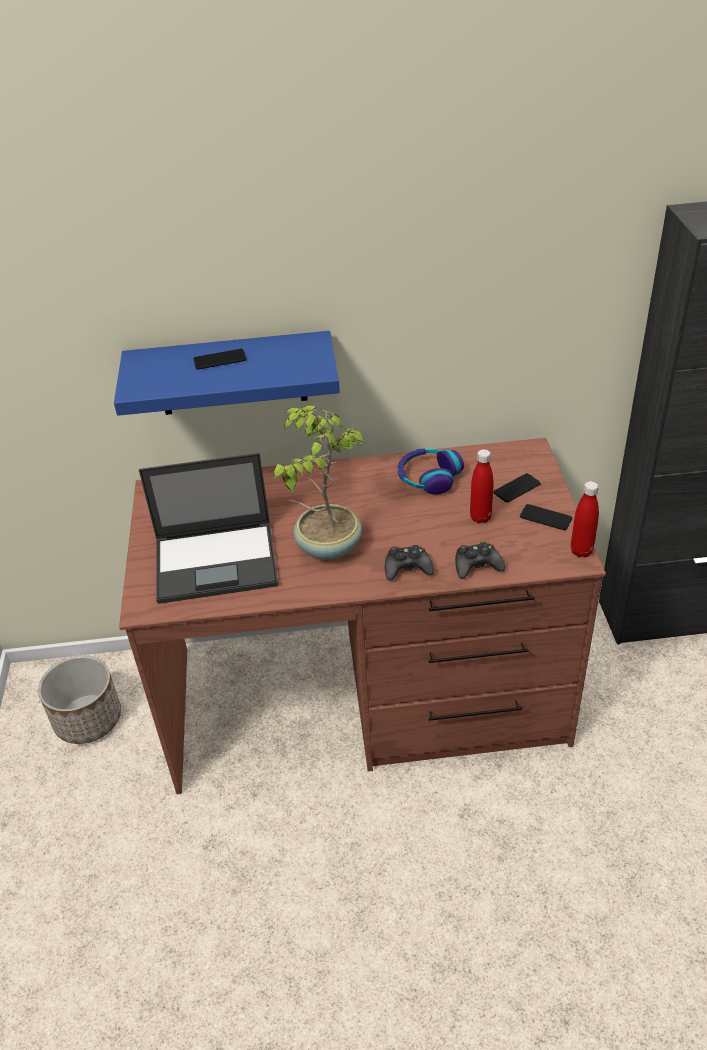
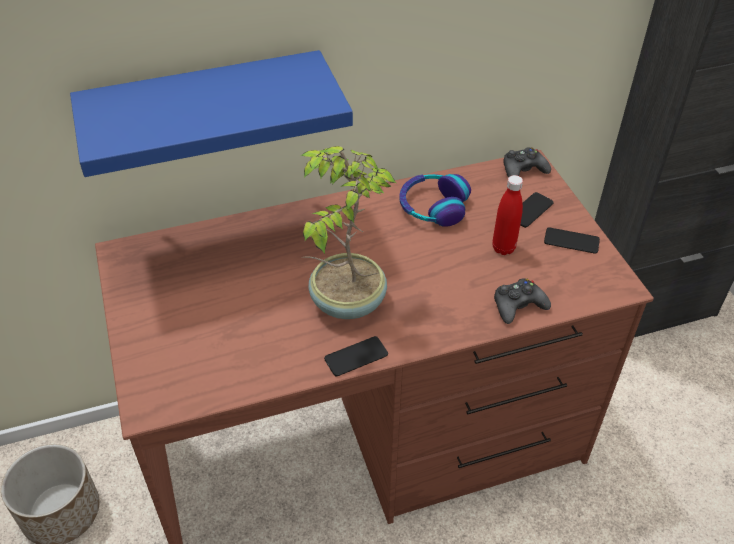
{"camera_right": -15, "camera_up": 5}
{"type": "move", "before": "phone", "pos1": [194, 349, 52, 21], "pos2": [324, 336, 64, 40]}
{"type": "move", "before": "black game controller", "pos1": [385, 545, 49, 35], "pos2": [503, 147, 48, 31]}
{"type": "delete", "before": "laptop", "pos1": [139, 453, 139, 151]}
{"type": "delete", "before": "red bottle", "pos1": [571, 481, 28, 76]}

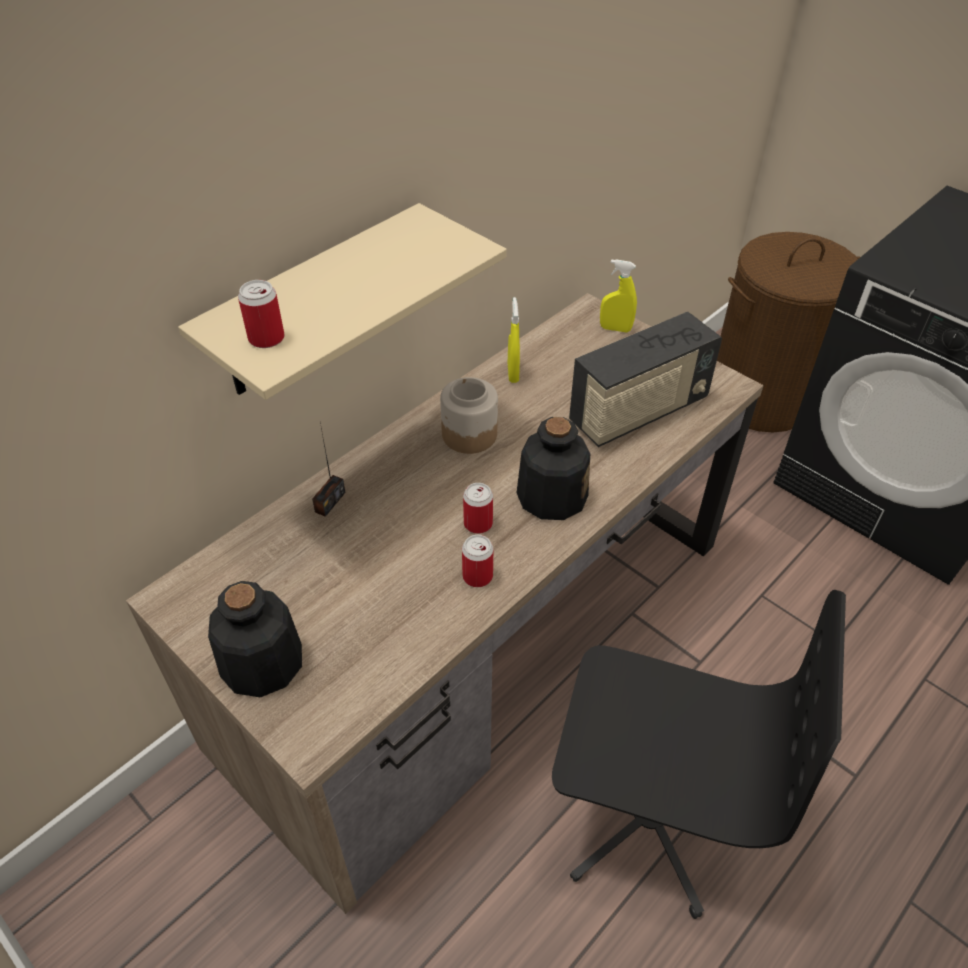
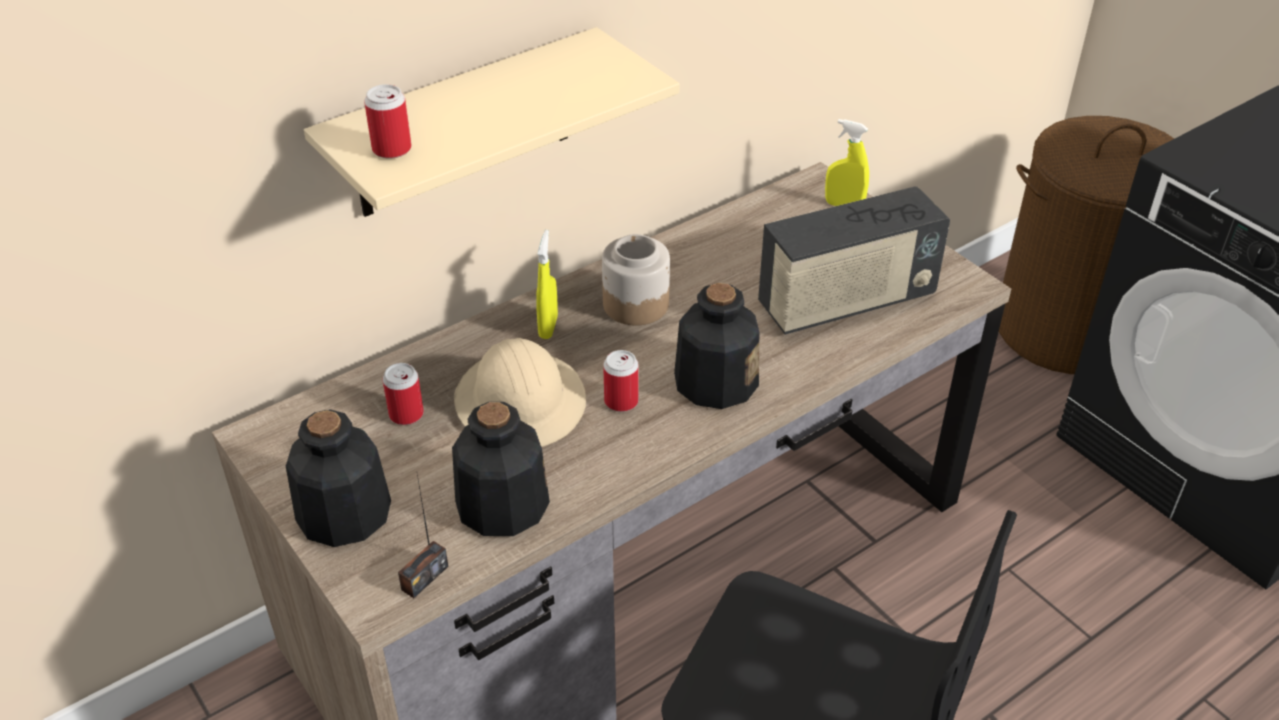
{"camera_right": 10, "camera_up": -5}
{"type": "move", "before": "can", "pos1": [462, 535, 31, 52], "pos2": [382, 363, 42, 62]}
{"type": "move", "before": "radio", "pos1": [312, 423, 33, 94], "pos2": [398, 474, 51, 124]}
{"type": "insert", "after": "bottle", "pos2": [452, 402, 98, 134]}
{"type": "insert", "after": "beige hard hat", "pos2": [454, 338, 132, 109]}
{"type": "move", "before": "yellow spray bottle", "pos1": [508, 297, 12, 86], "pos2": [536, 230, 22, 109]}

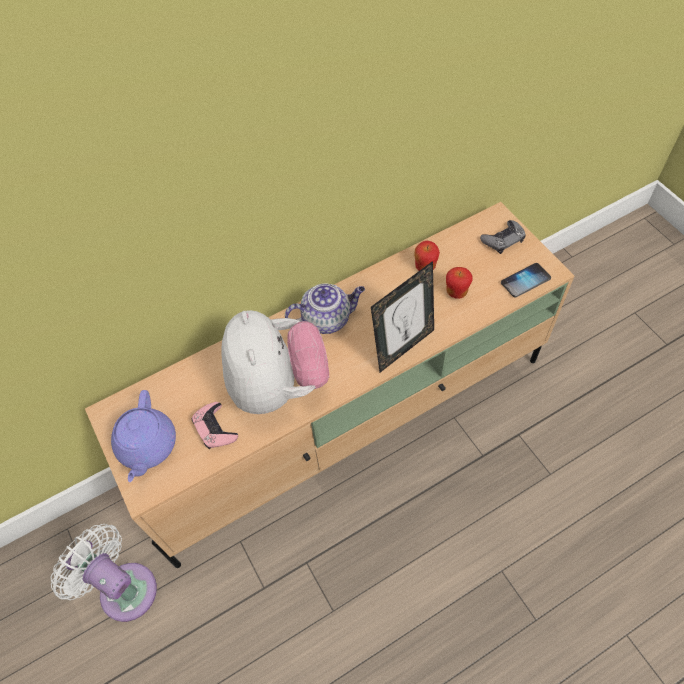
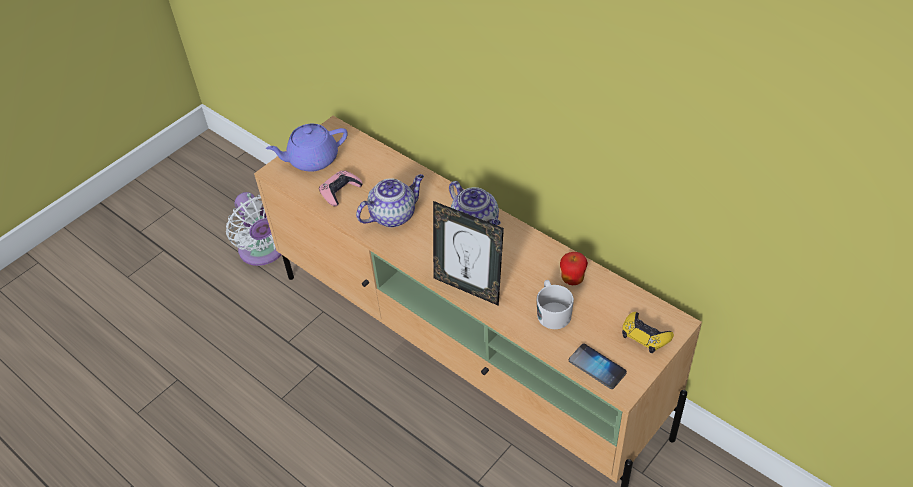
{"camera_right": 70, "camera_up": -10}
{"type": "rotate", "before": "white fan", "pos1": [51, 524, 106, 98], "pos2": [226, 192, 56, 74], "turn": 135}
{"type": "replace", "before": "plush toy", "after": "teapot", "pos1": [221, 310, 108, 104], "pos2": [356, 174, 68, 54]}
{"type": "replace", "before": "apple", "after": "white mug", "pos1": [446, 267, 27, 32], "pos2": [537, 280, 37, 49]}
{"type": "recolor", "before": "grey game controller", "after": "yellow game controller", "pos1": [480, 220, 46, 34], "pos2": [622, 312, 52, 41]}

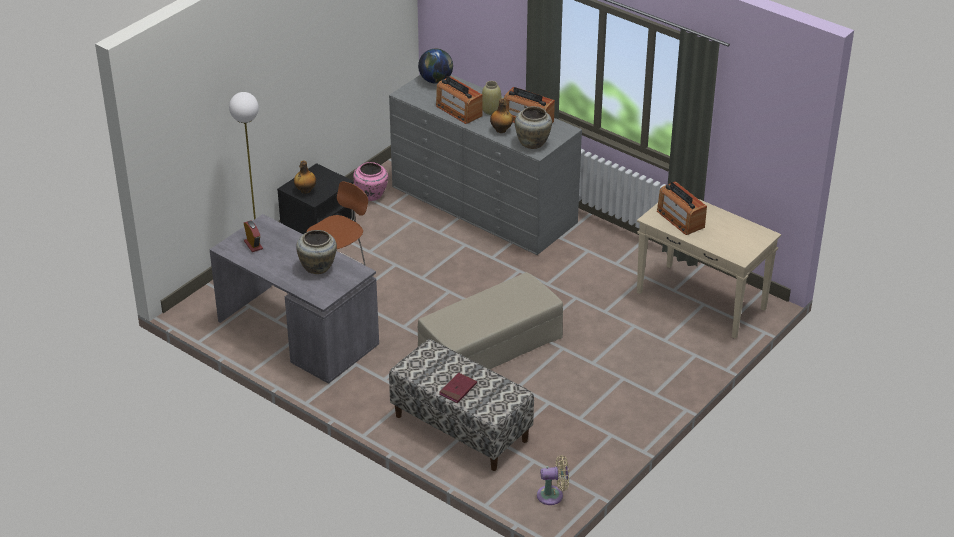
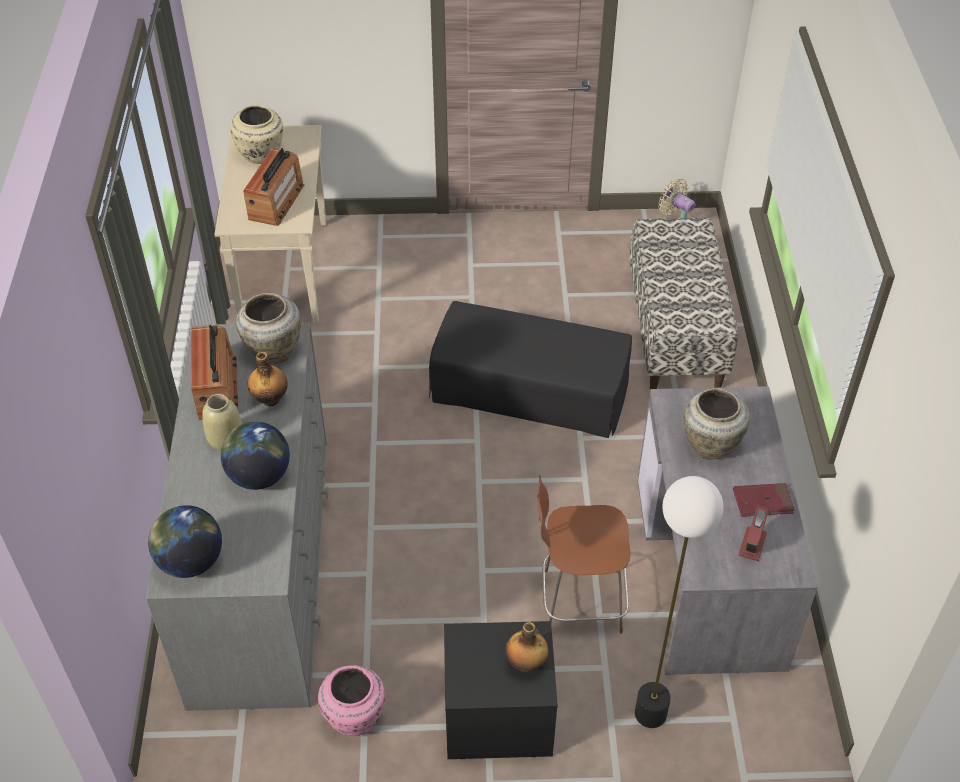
{"camera_right": -130, "camera_up": 10}
{"type": "replace", "before": "radio", "after": "globe", "pos1": [436, 76, 47, 48], "pos2": [221, 422, 69, 68]}
{"type": "insert", "after": "beige vase", "pos2": [230, 105, 53, 59]}
{"type": "recolor", "before": "beige ottoman", "after": "black ottoman", "pos1": [418, 272, 145, 97], "pos2": [429, 301, 203, 137]}
{"type": "move", "before": "red book", "pos1": [439, 372, 38, 31], "pos2": [733, 483, 62, 34]}

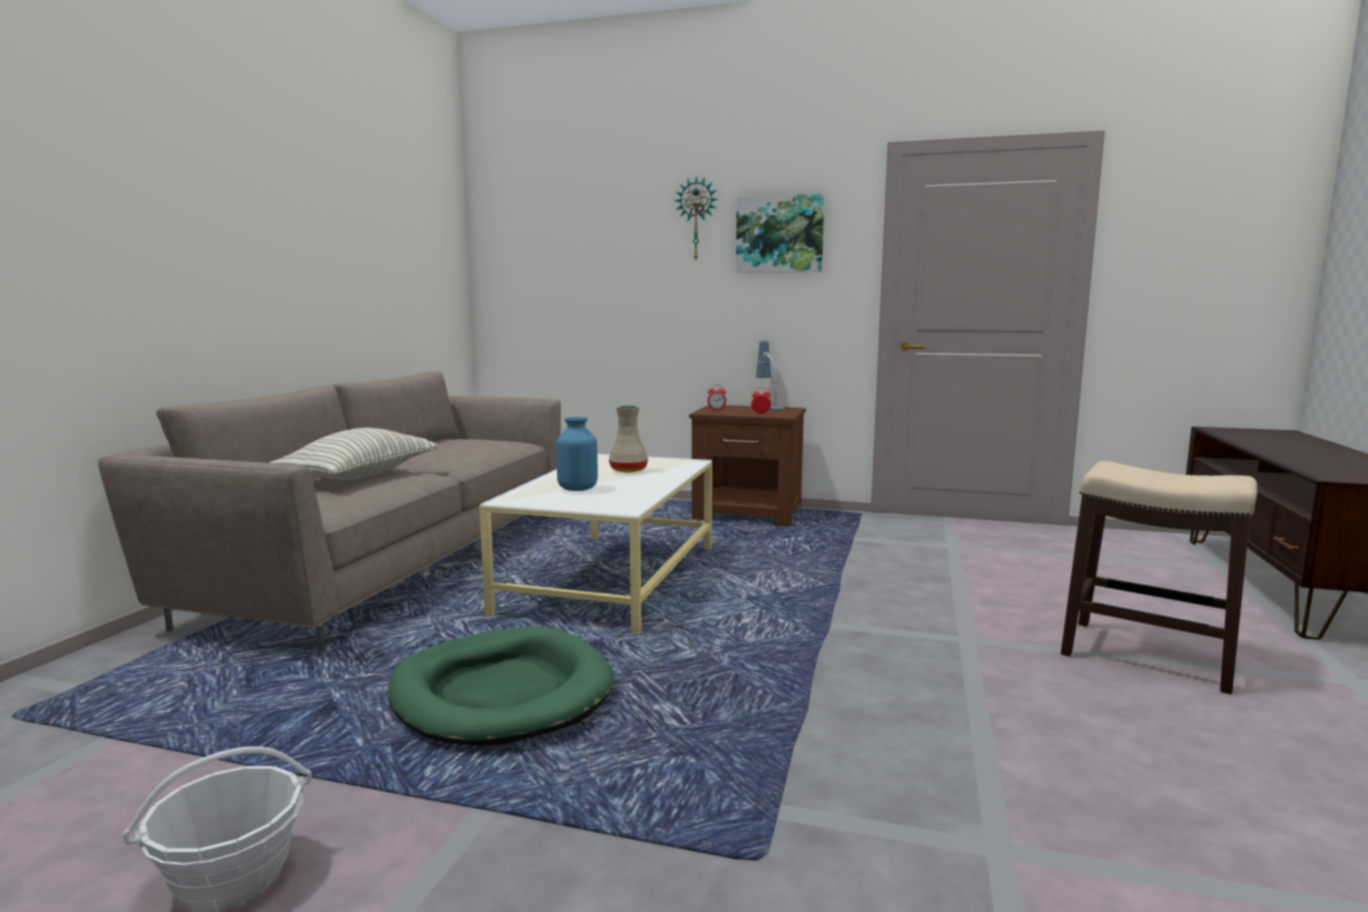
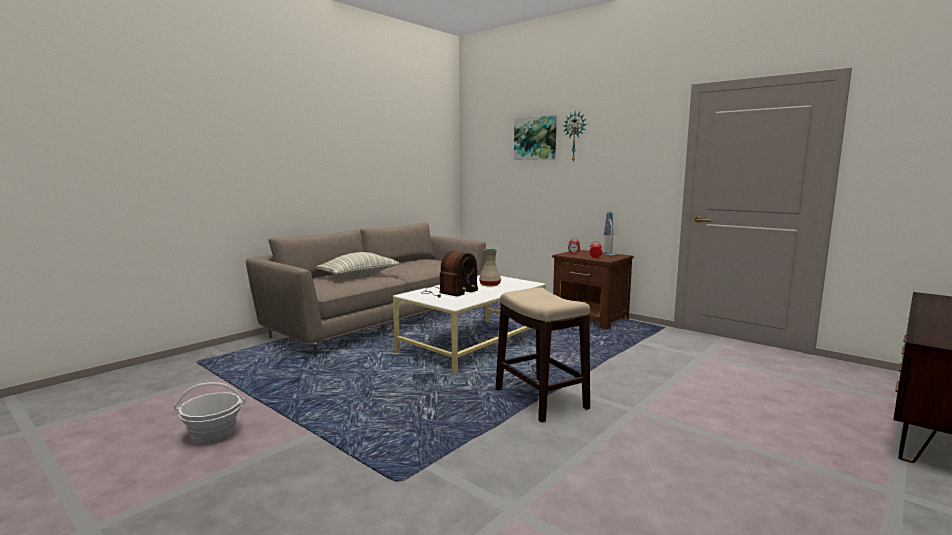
{"camera_right": 25, "camera_up": 0}
{"type": "replace", "before": "blue vase", "after": "radio", "pos1": [556, 417, 42, 74], "pos2": [421, 251, 57, 47]}
{"type": "move", "before": "stool", "pos1": [1061, 461, 196, 233], "pos2": [496, 287, 94, 136]}
{"type": "move", "before": "picture", "pos1": [736, 194, 88, 79], "pos2": [514, 115, 43, 45]}
{"type": "delete", "before": "green dog bed", "pos1": [388, 626, 226, 120]}

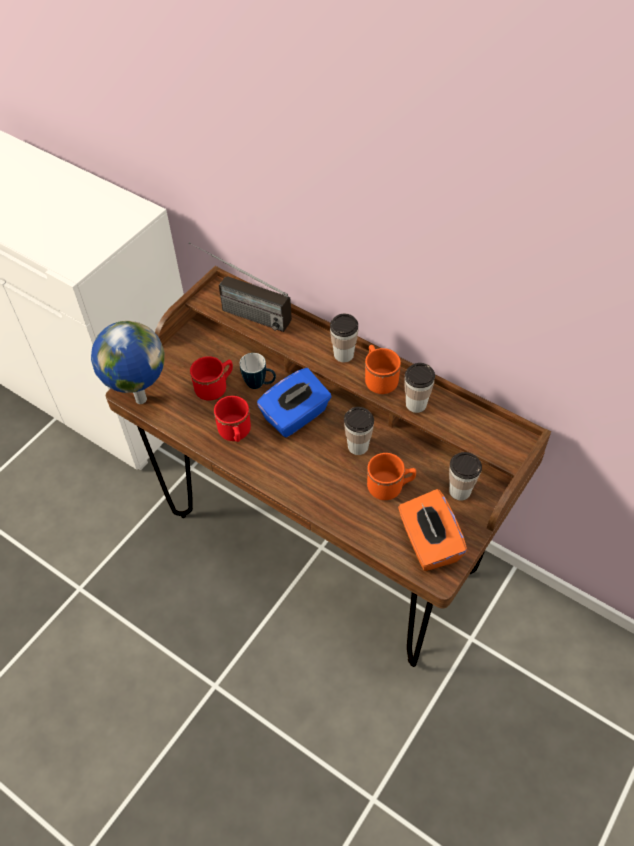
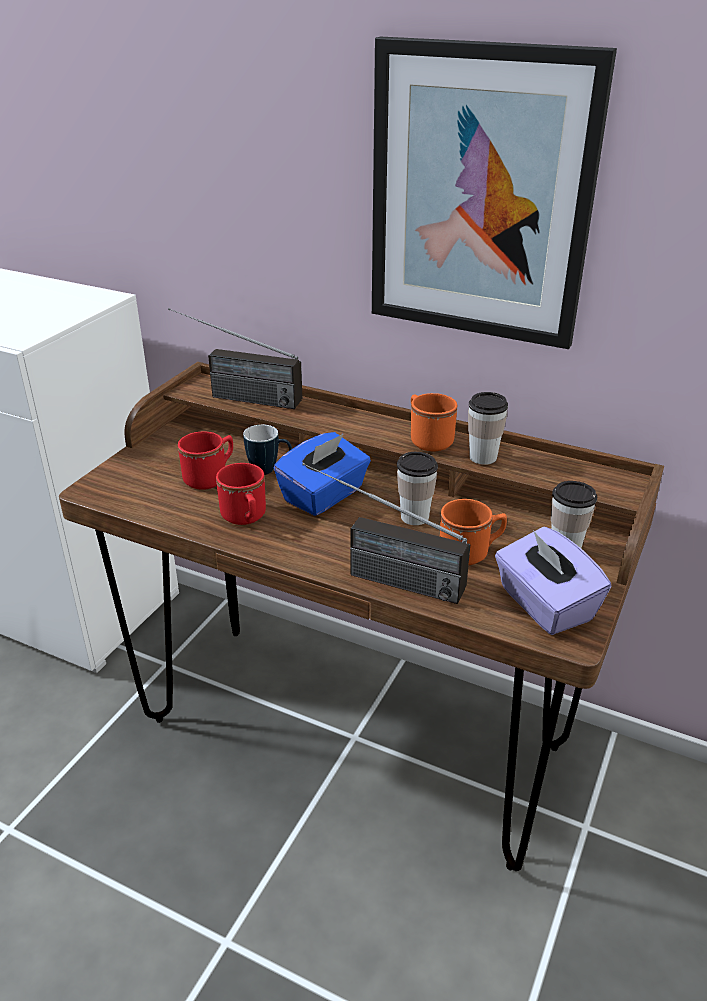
{"camera_right": -10, "camera_up": -20}
{"type": "insert", "after": "radio", "pos2": [302, 463, 168, 141]}
{"type": "insert", "after": "picture", "pos2": [372, 37, 245, 312]}
{"type": "recolor", "before": "orange tissue box", "after": "purple tissue box", "pos1": [398, 489, 70, 82], "pos2": [495, 526, 116, 109]}
{"type": "delete", "before": "globe", "pos1": [91, 321, 74, 83]}
{"type": "delete", "before": "cup", "pos1": [330, 314, 28, 48]}

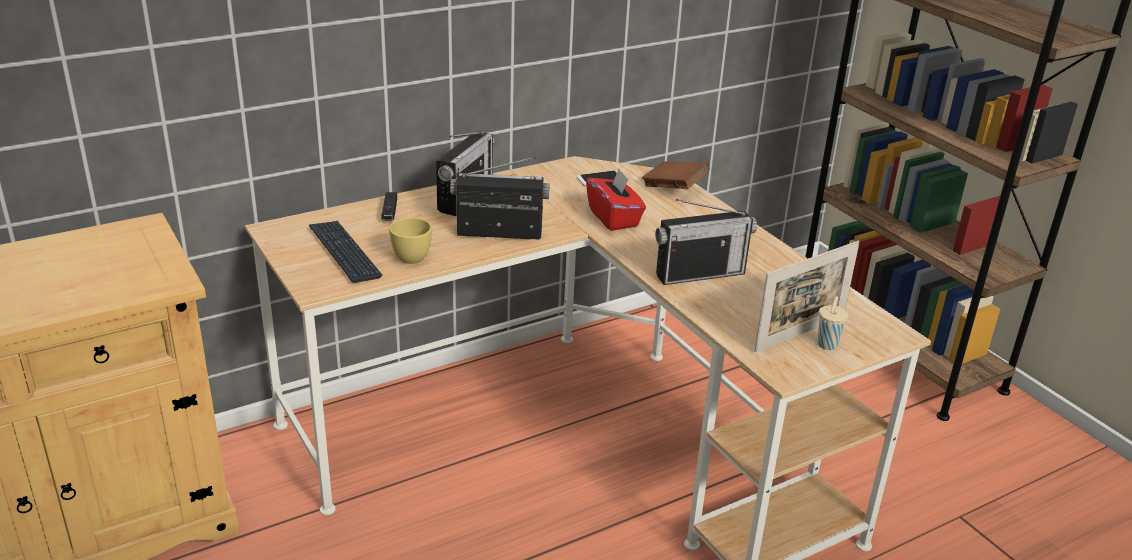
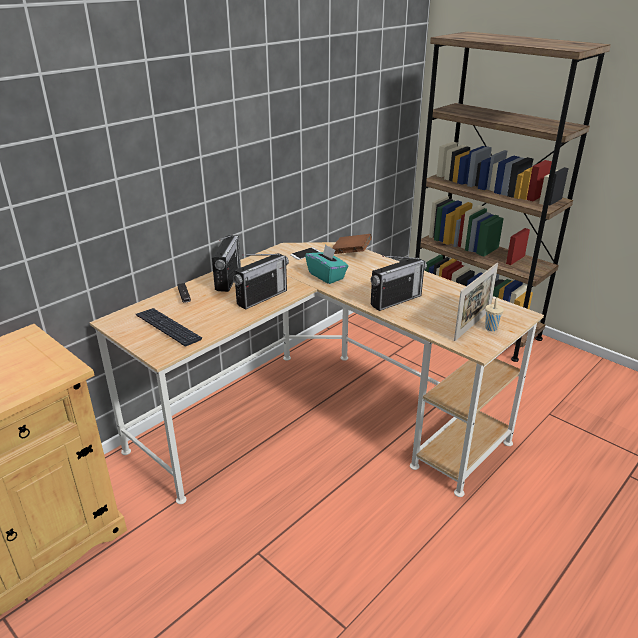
{"camera_right": -15, "camera_up": 0}
{"type": "rotate", "before": "radio", "pos1": [450, 157, 100, 83], "pos2": [233, 253, 56, 57], "turn": 150}
{"type": "recolor", "before": "red tissue box", "after": "turquoise tissue box", "pos1": [586, 169, 60, 62], "pos2": [305, 244, 43, 40]}
{"type": "delete", "before": "yellow cup", "pos1": [389, 217, 43, 47]}

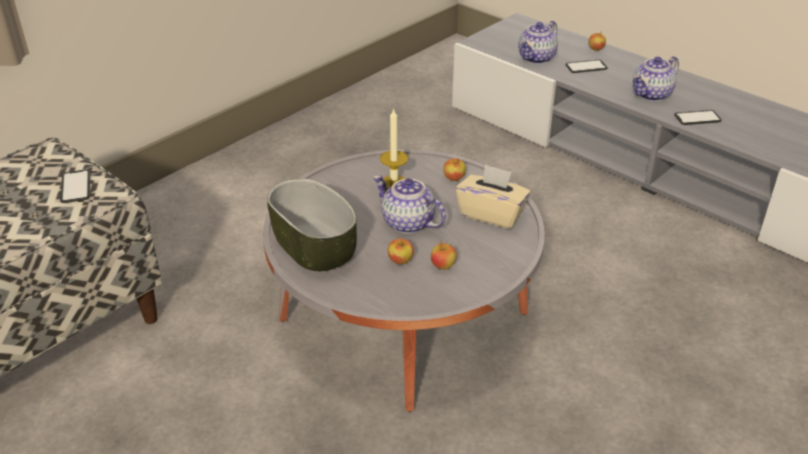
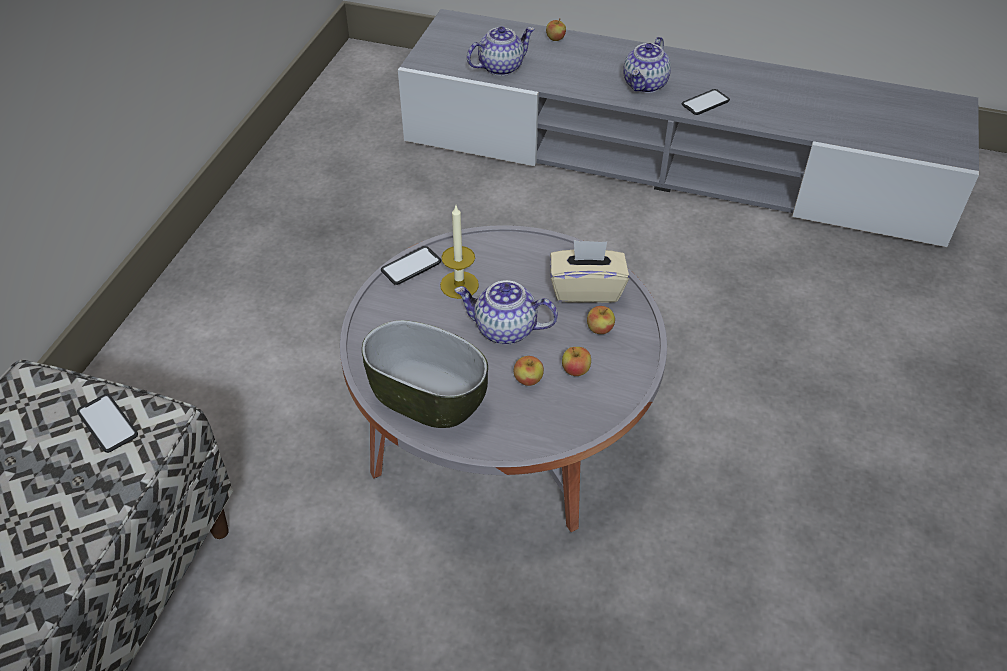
{"camera_right": -25, "camera_up": 10}
{"type": "move", "before": "phone", "pos1": [565, 59, 43, 14], "pos2": [381, 246, 60, 39]}
{"type": "rotate", "before": "teapot", "pos1": [518, 21, 40, 43], "pos2": [467, 26, 68, 50], "turn": -135}
{"type": "move", "before": "apple", "pos1": [443, 158, 23, 23], "pos2": [587, 306, 28, 28]}

